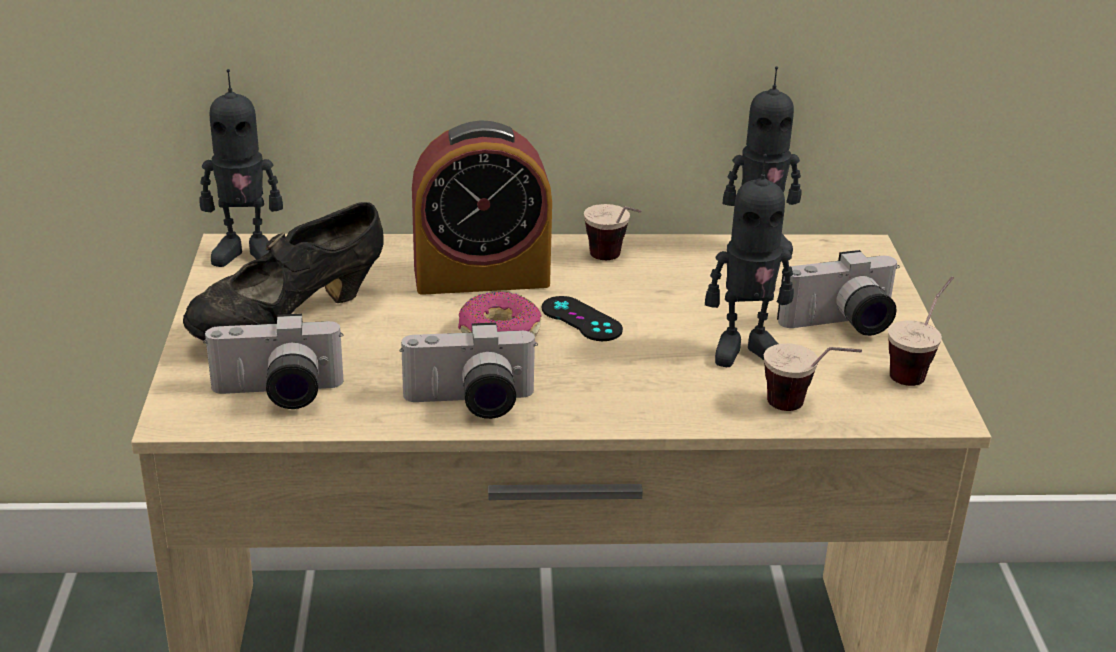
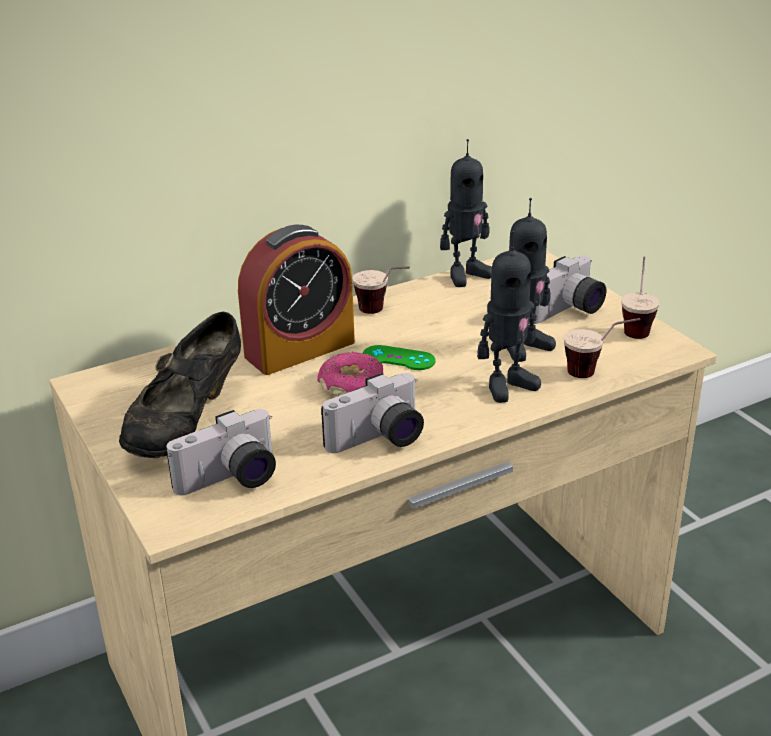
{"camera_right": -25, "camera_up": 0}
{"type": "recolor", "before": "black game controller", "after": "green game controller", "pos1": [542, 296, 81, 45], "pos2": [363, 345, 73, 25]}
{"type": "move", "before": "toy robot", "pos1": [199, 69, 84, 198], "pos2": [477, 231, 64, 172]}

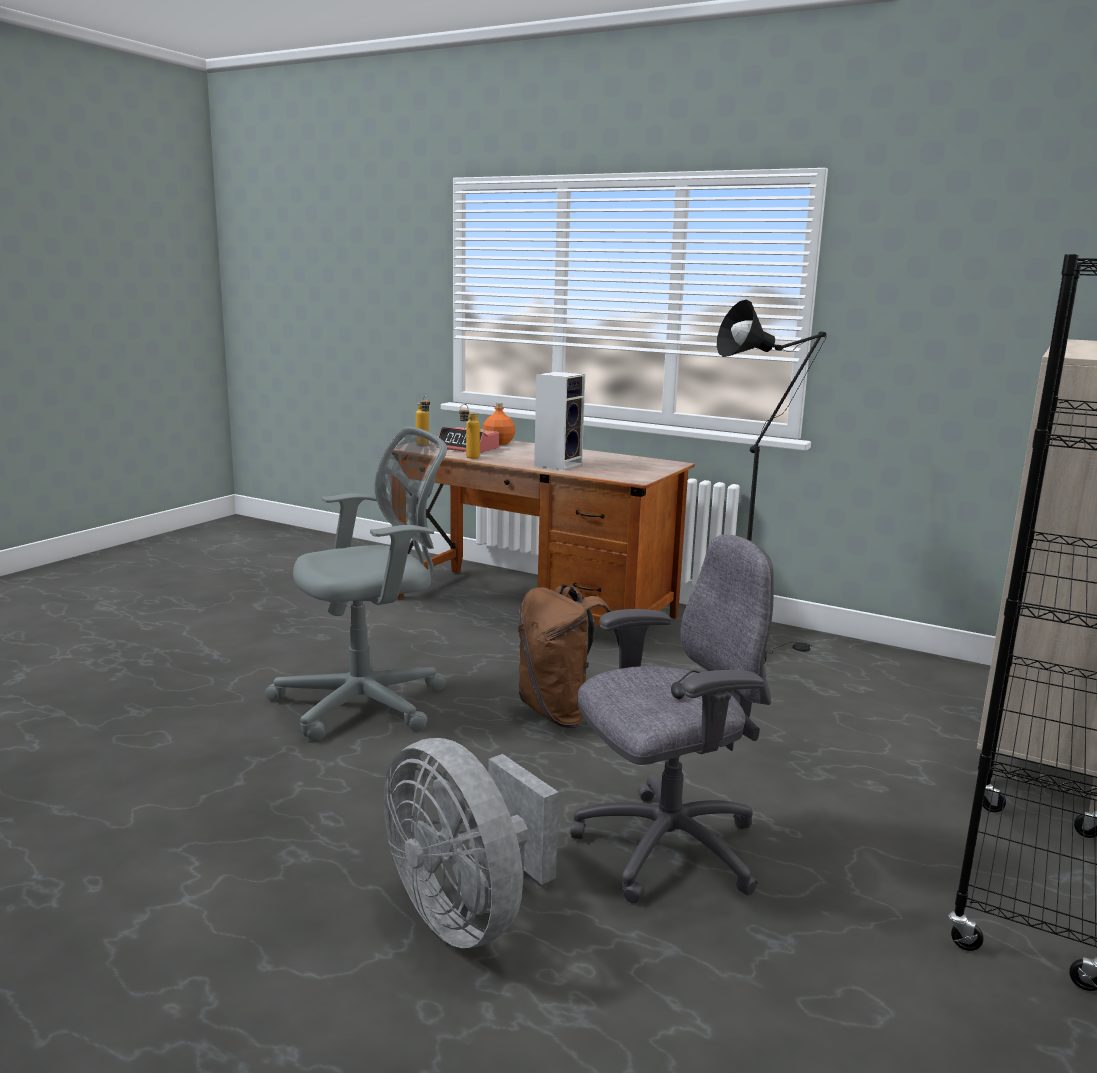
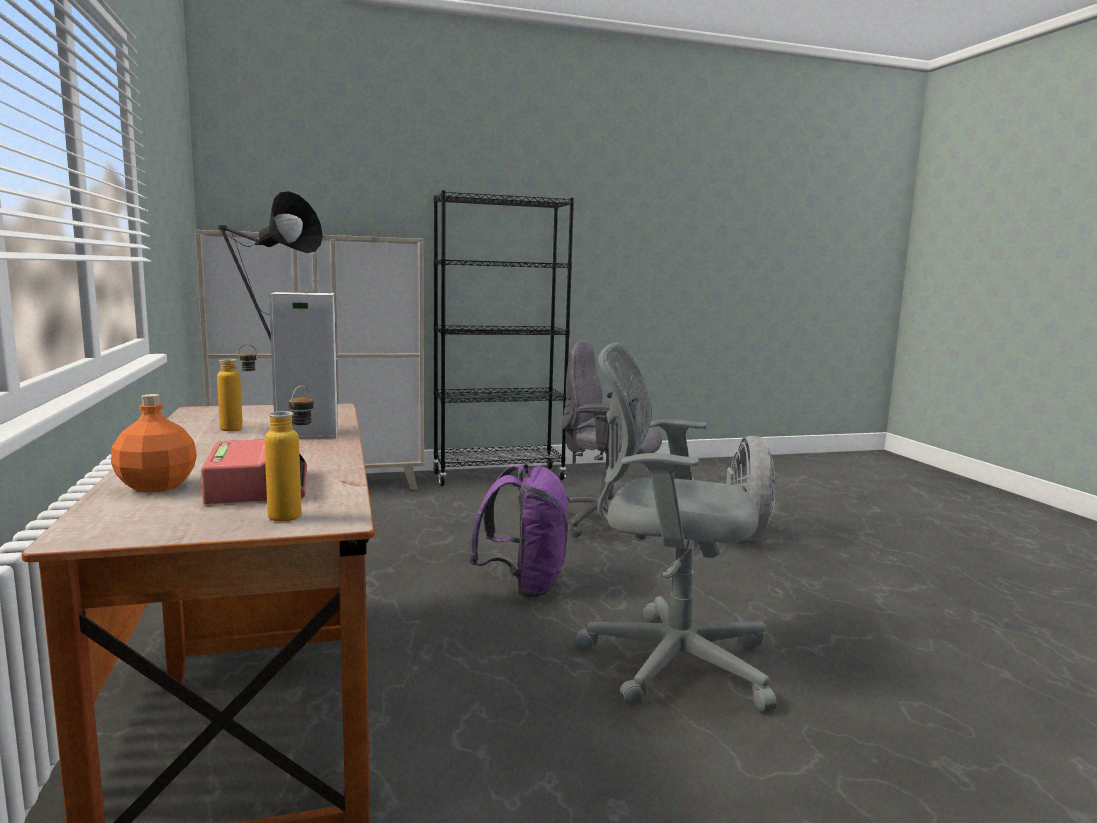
{"camera_right": -135, "camera_up": -5}
{"type": "move", "before": "bottle", "pos1": [459, 404, 21, 55], "pos2": [217, 344, 40, 87]}
{"type": "recolor", "before": "brown backpack", "after": "purple backpack", "pos1": [518, 585, 101, 143], "pos2": [469, 464, 101, 134]}

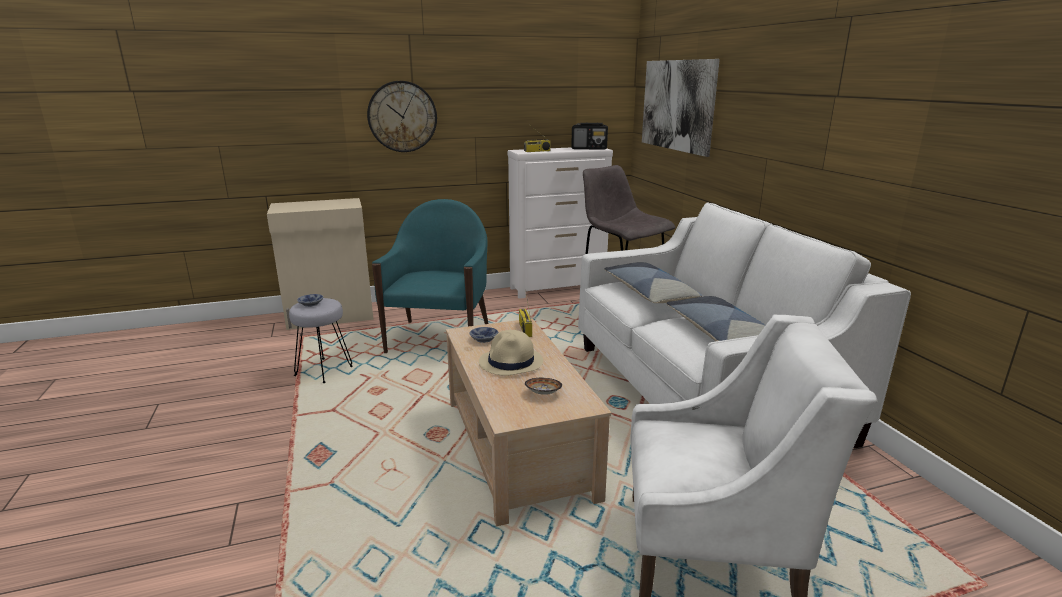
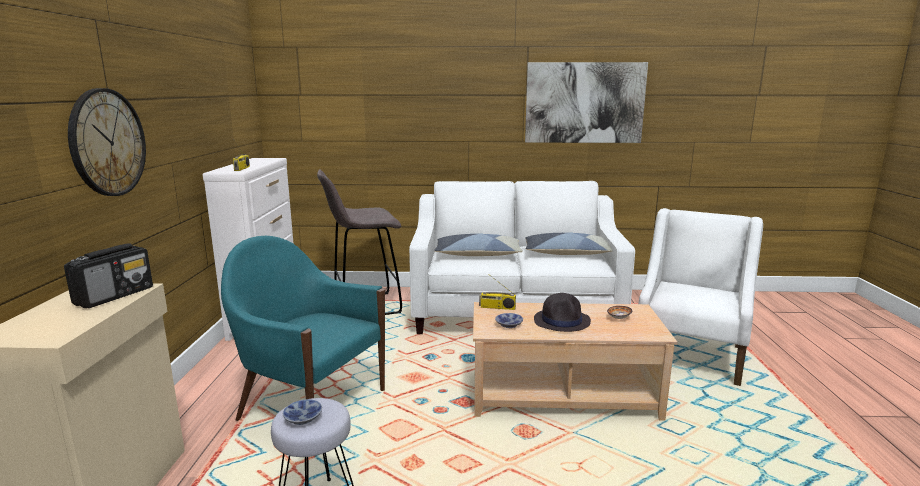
{"camera_right": -70, "camera_up": -5}
{"type": "move", "before": "radio", "pos1": [571, 123, 37, 27], "pos2": [64, 243, 89, 65]}
{"type": "move", "before": "picture", "pos1": [642, 59, 78, 98], "pos2": [525, 62, 123, 81]}
{"type": "recolor", "before": "beige hat", "after": "black hat", "pos1": [479, 330, 64, 46], "pos2": [534, 293, 57, 39]}

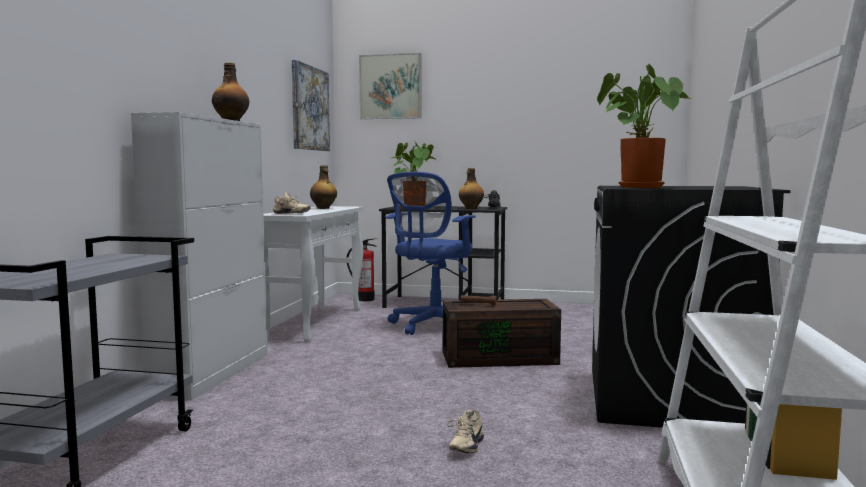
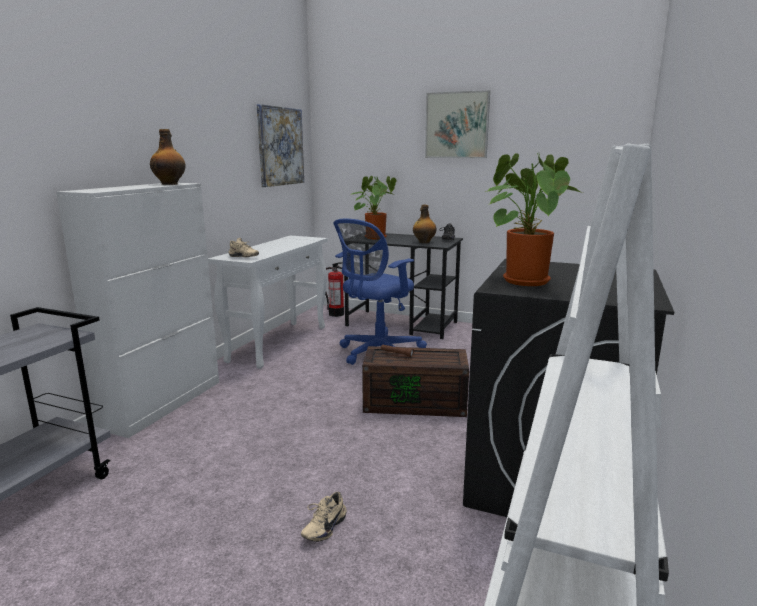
{"camera_right": 10, "camera_up": 10}
{"type": "move", "before": "picture", "pos1": [359, 53, 63, 66], "pos2": [425, 90, 65, 68]}
{"type": "delete", "before": "bottle", "pos1": [310, 165, 27, 44]}

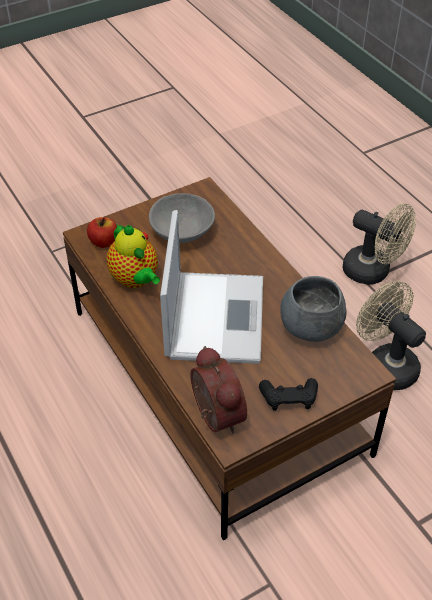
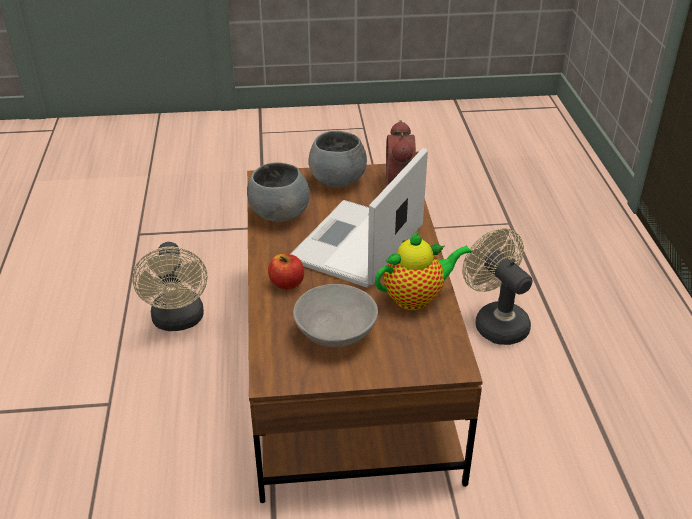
{"camera_right": -155, "camera_up": -10}
{"type": "move", "before": "apple", "pos1": [87, 217, 30, 31], "pos2": [268, 254, 36, 36]}
{"type": "replace", "before": "black game controller", "after": "grey bowl", "pos1": [259, 378, 59, 33], "pos2": [308, 131, 59, 57]}
{"type": "rotate", "before": "teapot", "pos1": [107, 224, 53, 64], "pos2": [375, 232, 97, 78], "turn": 75}
{"type": "move", "before": "beige fan", "pos1": [342, 203, 74, 82], "pos2": [463, 228, 69, 117]}

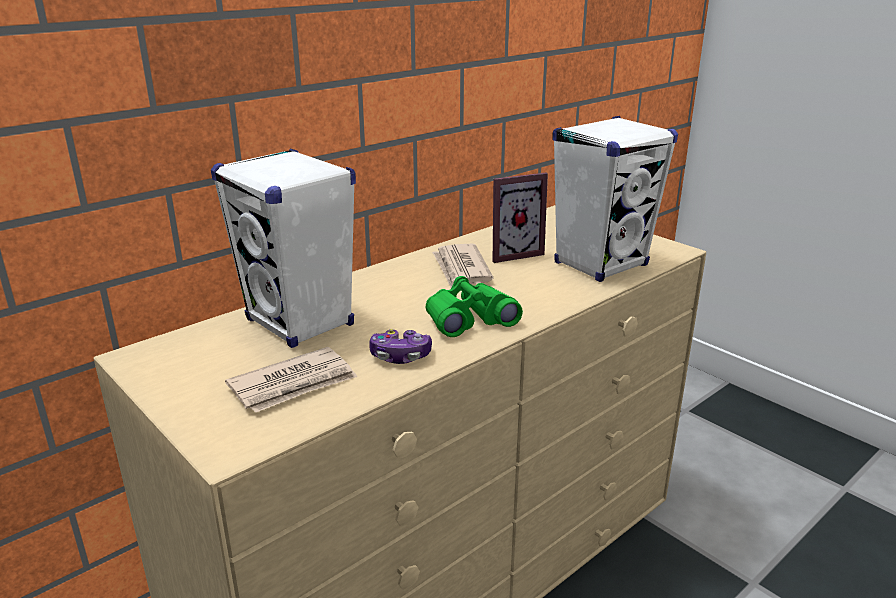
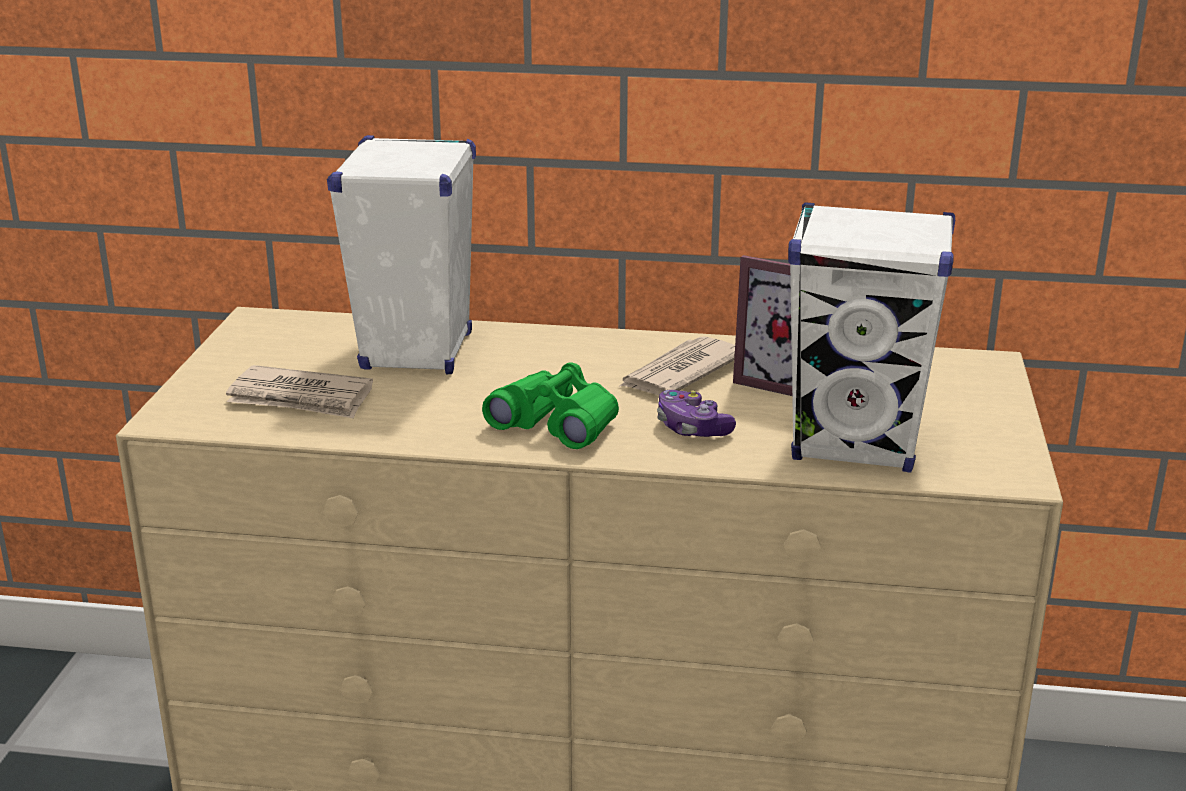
{"camera_right": 50, "camera_up": 0}
{"type": "move", "before": "game controller", "pos1": [369, 329, 63, 35], "pos2": [657, 390, 79, 47]}

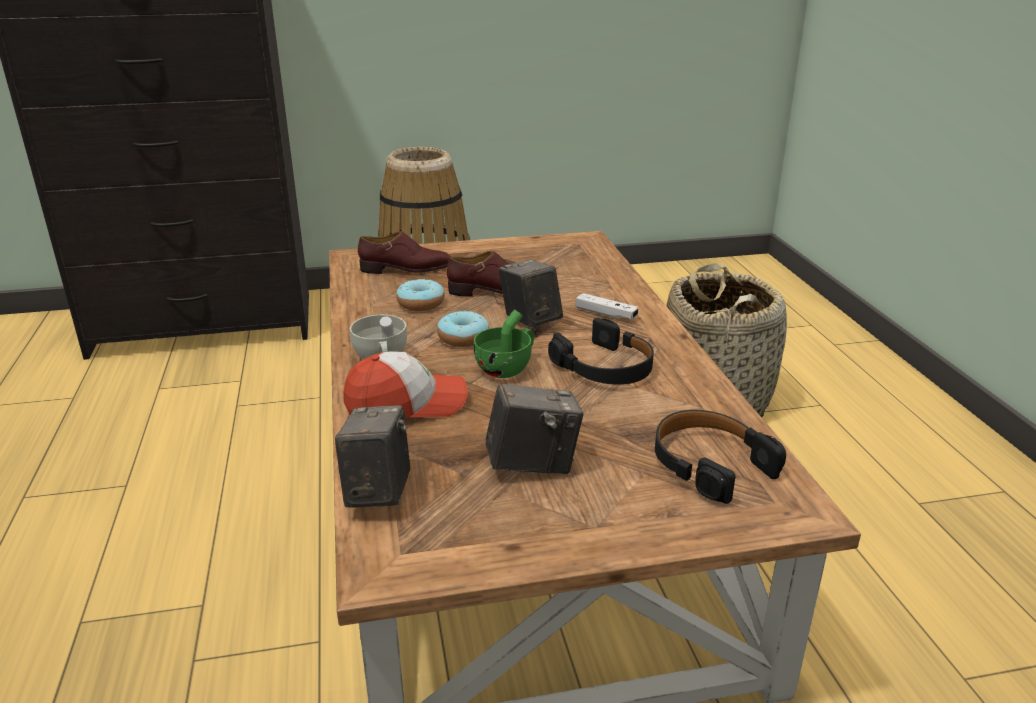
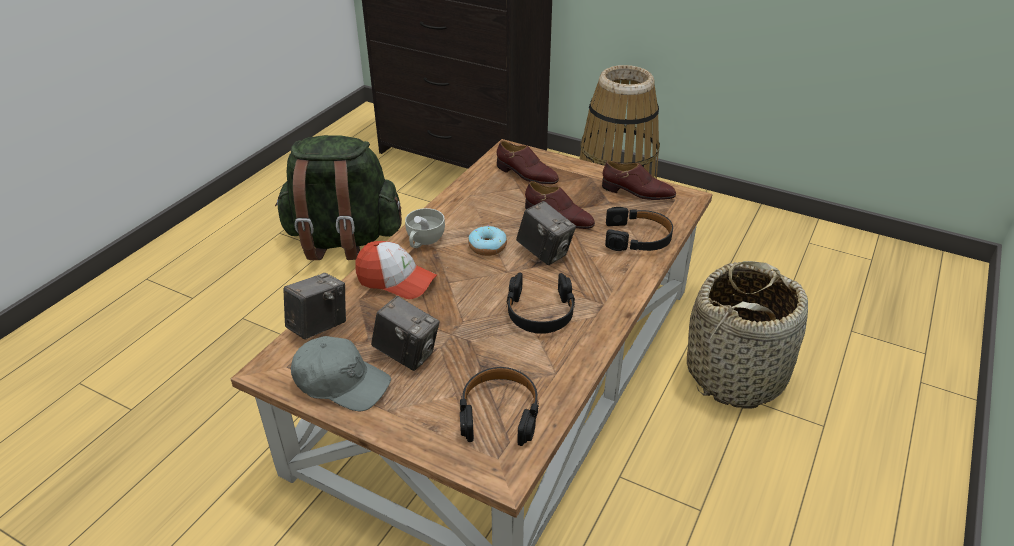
{"camera_right": 40, "camera_up": 10}
{"type": "insert", "after": "green backpack", "pos2": [275, 135, 127, 125]}
{"type": "insert", "after": "grey cap", "pos2": [291, 336, 100, 76]}
{"type": "rotate", "before": "photo camera", "pos1": [498, 259, 65, 68], "pos2": [516, 201, 60, 64], "turn": 120}
{"type": "insert", "after": "brown shoe", "pos2": [602, 161, 74, 39]}
{"type": "insert", "after": "black headphones", "pos2": [605, 207, 68, 44]}
{"type": "delete", "before": "donut", "pos1": [396, 279, 49, 32]}
{"type": "delete", "before": "green cup", "pos1": [474, 310, 60, 68]}
{"type": "delete", "before": "white game controller", "pos1": [576, 293, 62, 26]}

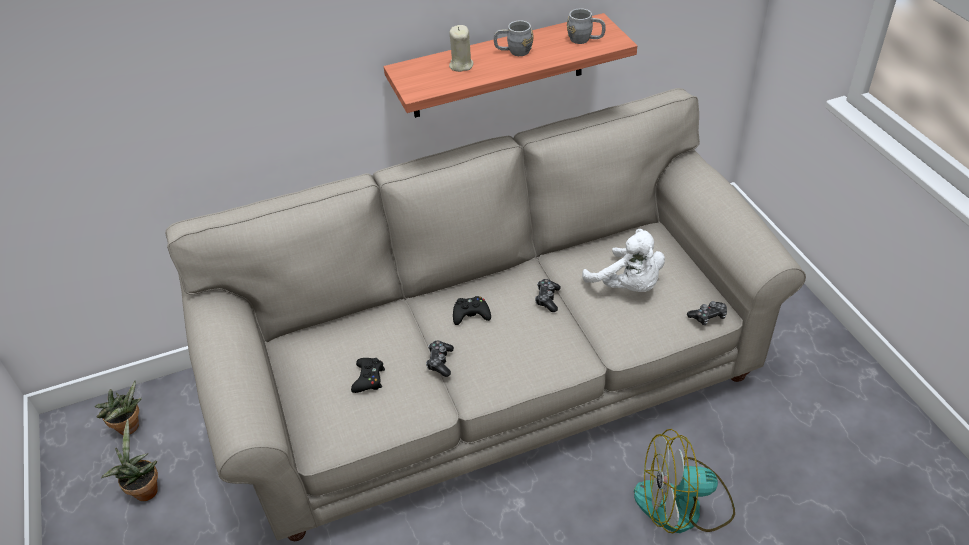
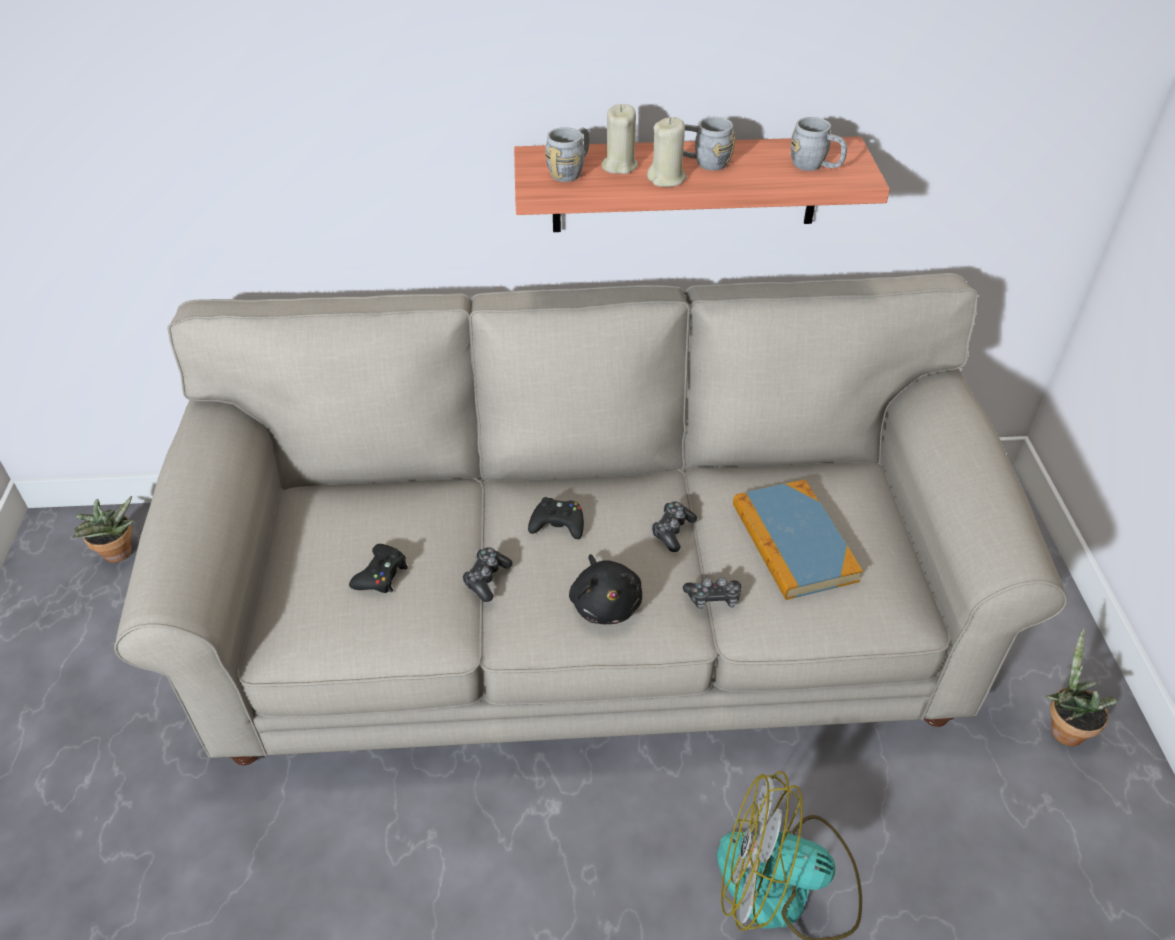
{"camera_right": 15, "camera_up": 0}
{"type": "insert", "after": "grey mug", "pos2": [545, 127, 44, 55]}
{"type": "insert", "after": "black plush toy", "pos2": [569, 554, 73, 70]}
{"type": "insert", "after": "beige candle", "pos2": [647, 117, 40, 70]}
{"type": "move", "before": "game controller", "pos1": [687, 301, 40, 24], "pos2": [683, 577, 58, 32]}
{"type": "replace", "before": "white plush toy", "after": "book", "pos1": [582, 229, 83, 63], "pos2": [733, 480, 130, 120]}
{"type": "move", "before": "potted plant", "pos1": [101, 419, 57, 82], "pos2": [1046, 628, 73, 118]}

